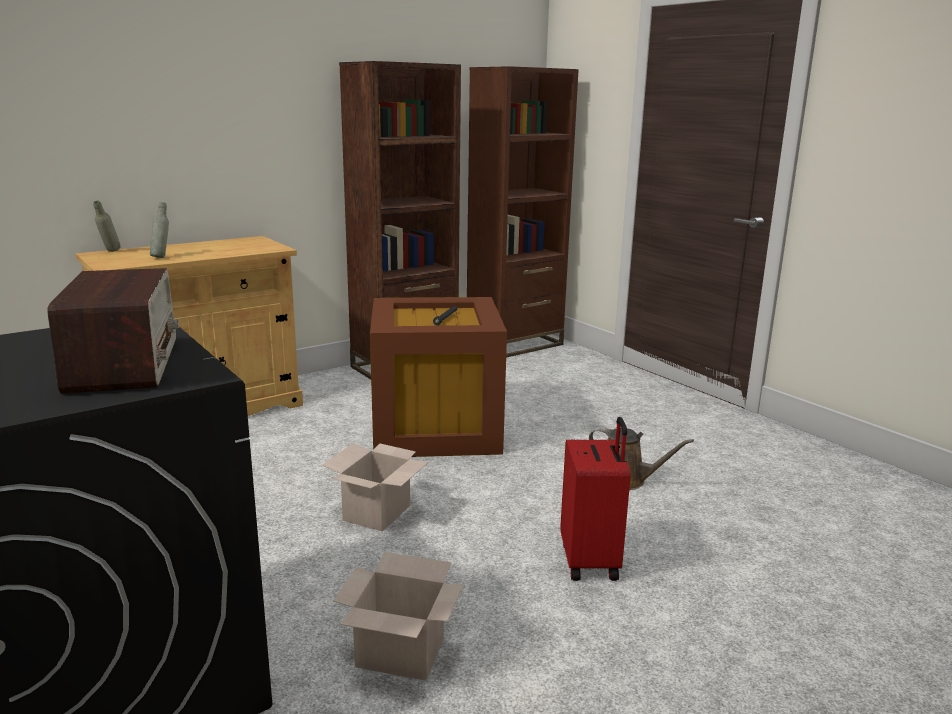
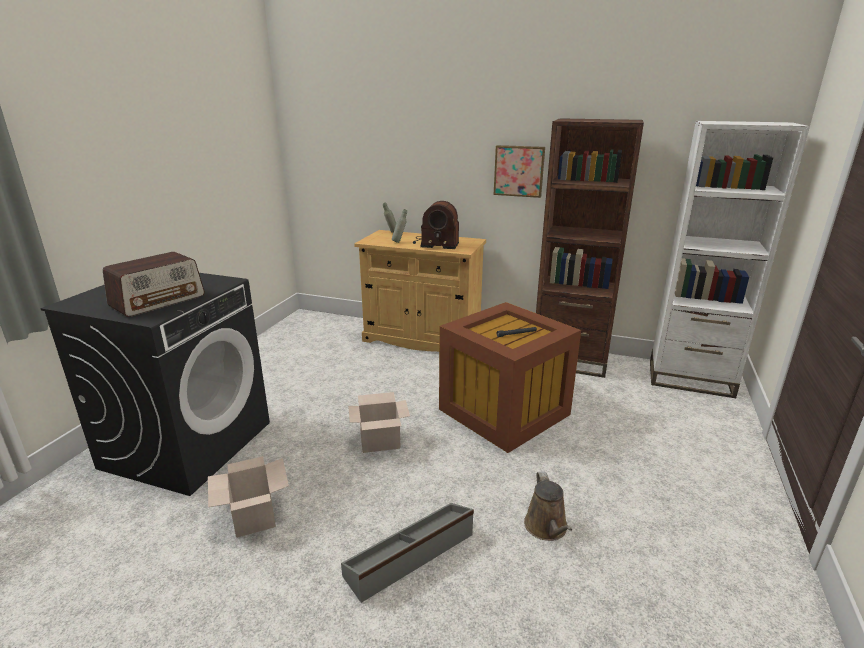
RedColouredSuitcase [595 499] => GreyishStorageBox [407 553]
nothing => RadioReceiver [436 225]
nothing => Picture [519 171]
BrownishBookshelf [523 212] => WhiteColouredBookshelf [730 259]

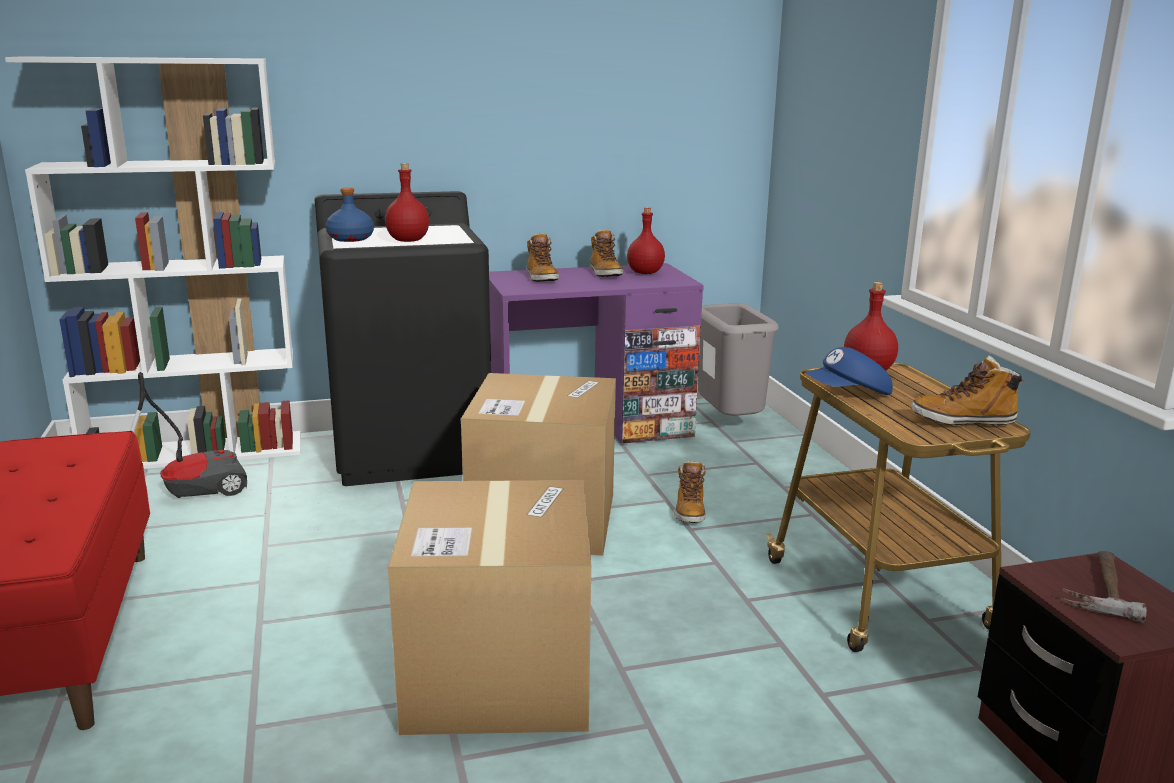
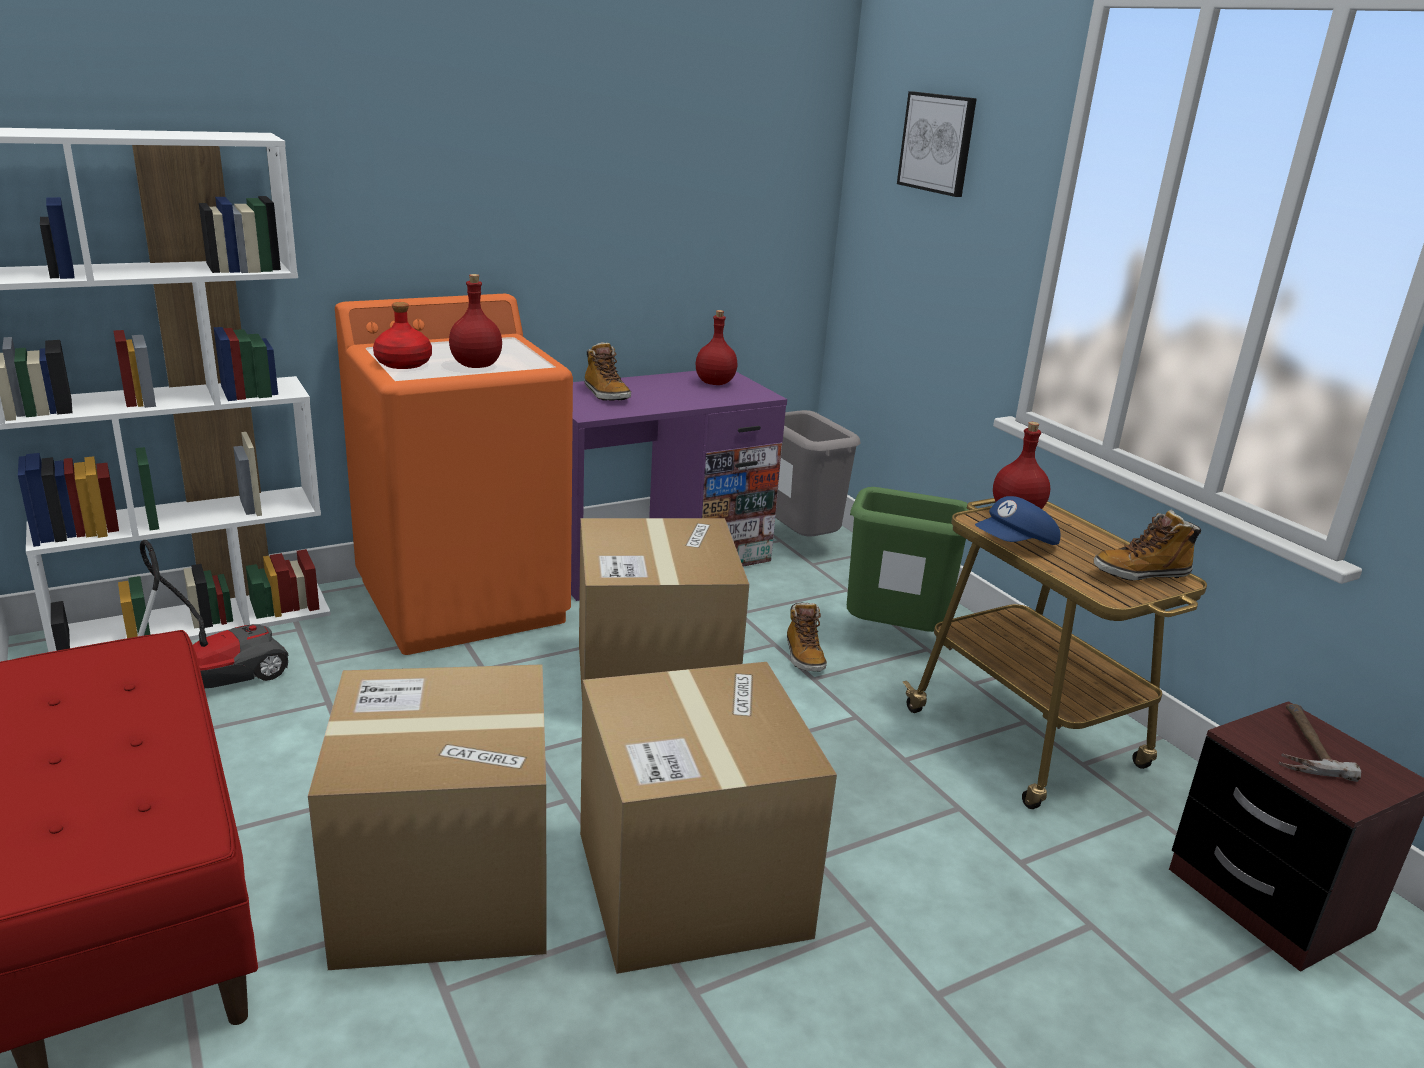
nothing => PackingBox [427 817]
BlackColouredLaundryMachine [402 338] => OrangeyLaundryMachine [454 474]
BluishDrinkBottle [350 214] => RedColouredDrinkBottle [402 335]
nothing => GreenWasteBin [907 559]
nothing => Picture [937 144]
Boot [607 253] => nothing

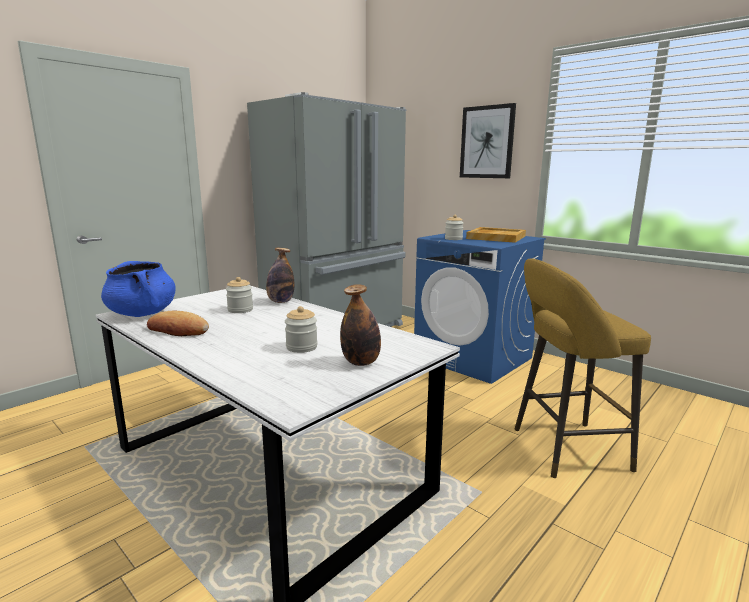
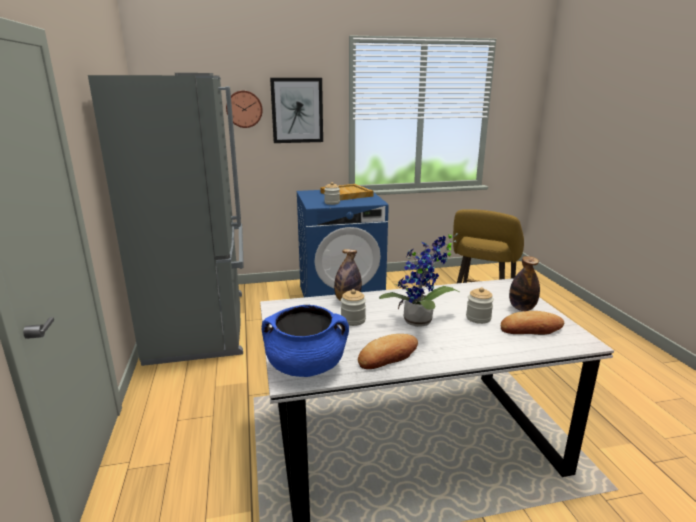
nothing => WallClock [244 109]
nothing => PlantInAPot [419 280]
nothing => BakeryBread [532 323]

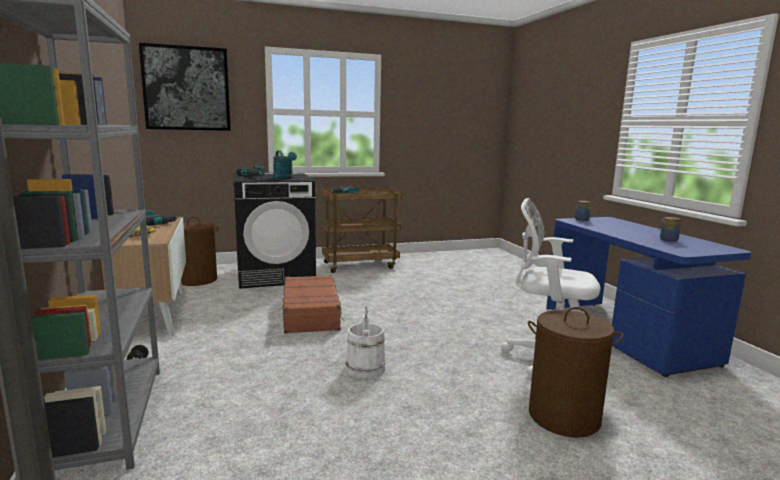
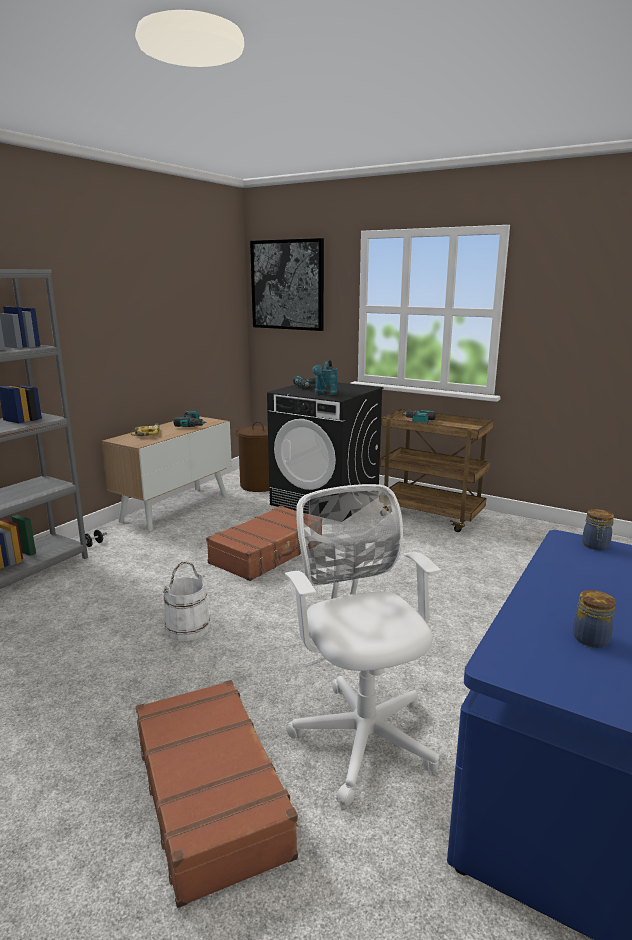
BrownishHamper [575 372] => BrownishSuitcase [217 794]

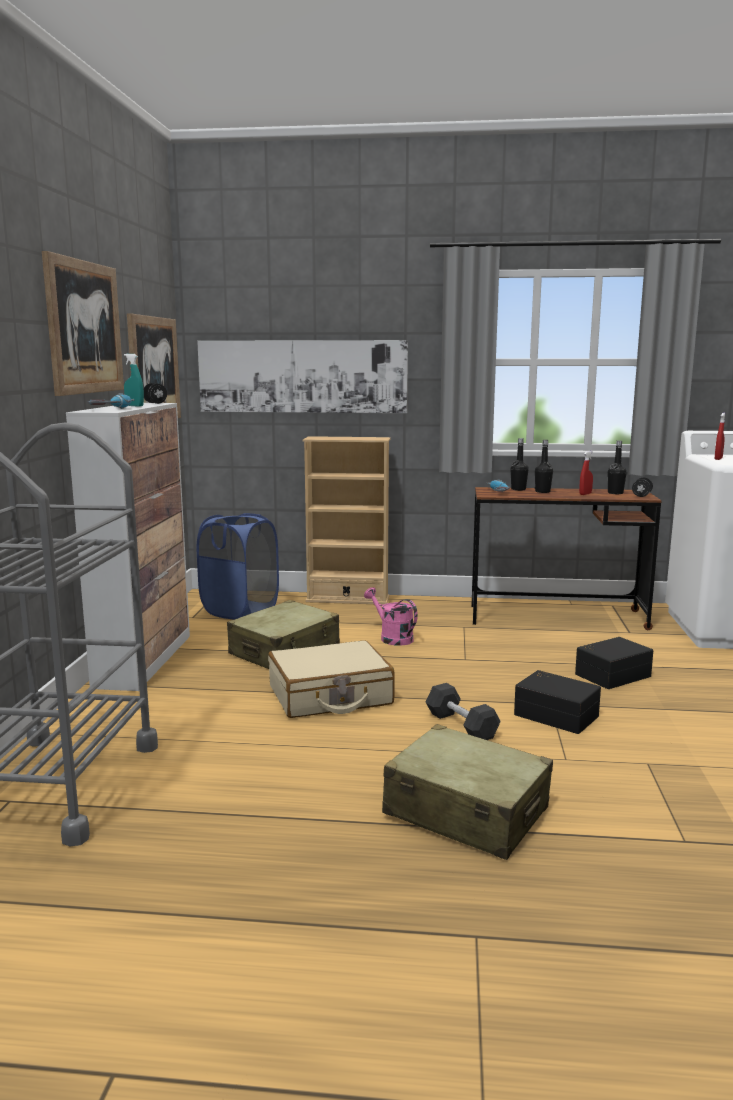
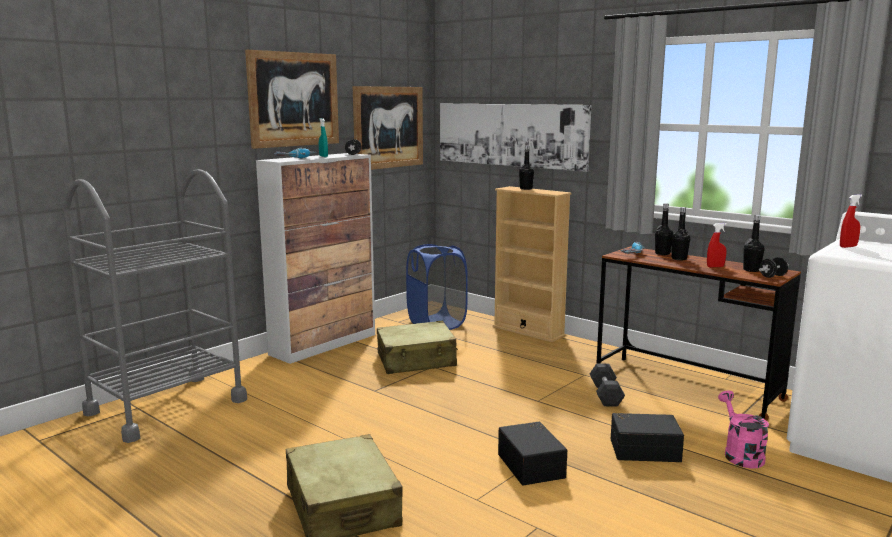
nothing => BlackColouredDrinkBottle [526 168]
BlackColouredFreeWeight [463 711] => BlackColouredFreeWeight [607 385], moved
PinkColouredSprinklingCan [391 616] => PinkColouredSprinklingCan [743 429], moved
BeigeColouredSuitcase [331 679] => nothing

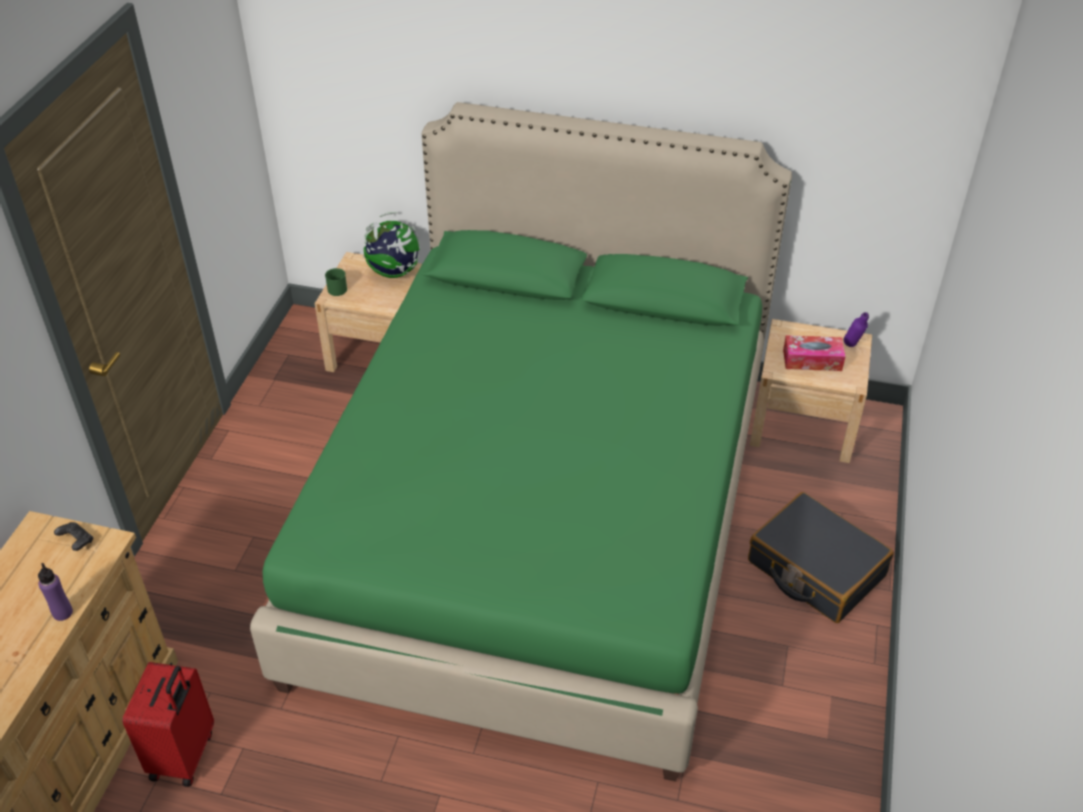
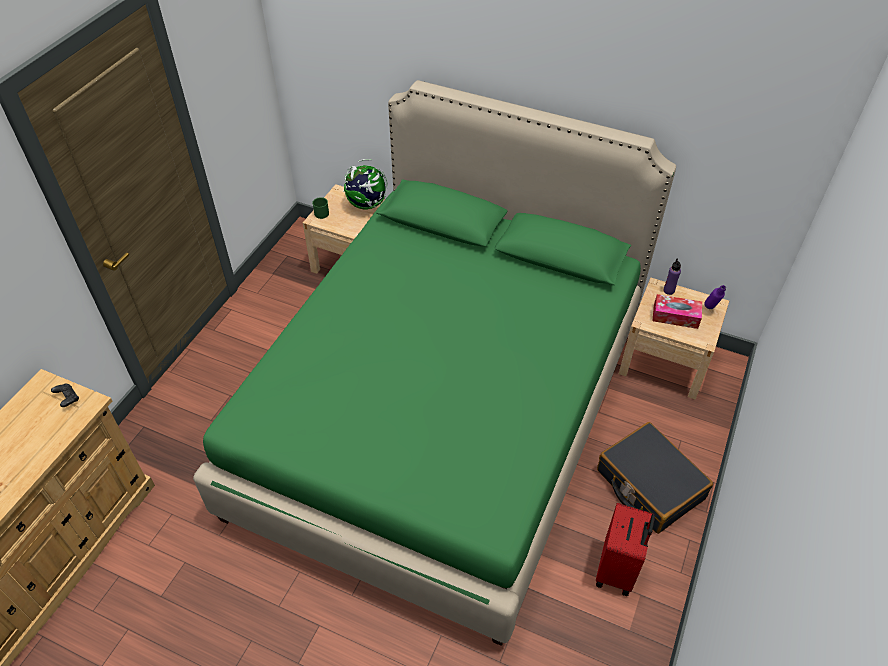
RedColouredSuitcase [168 724] => RedColouredSuitcase [625 549], moved
PurplishDrinkBottle [55 592] => PurplishDrinkBottle [672 276], moved

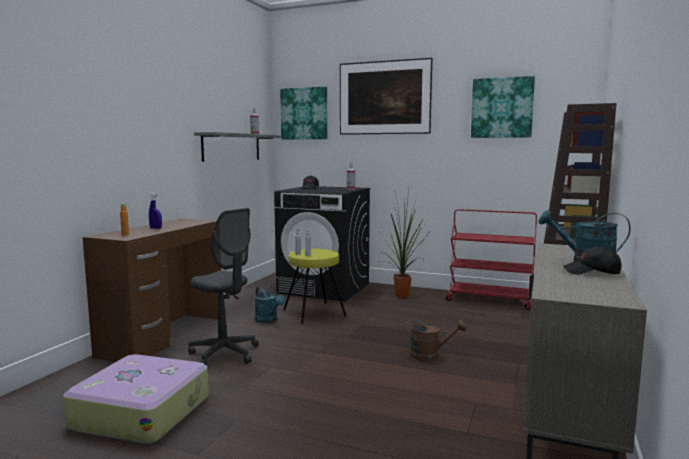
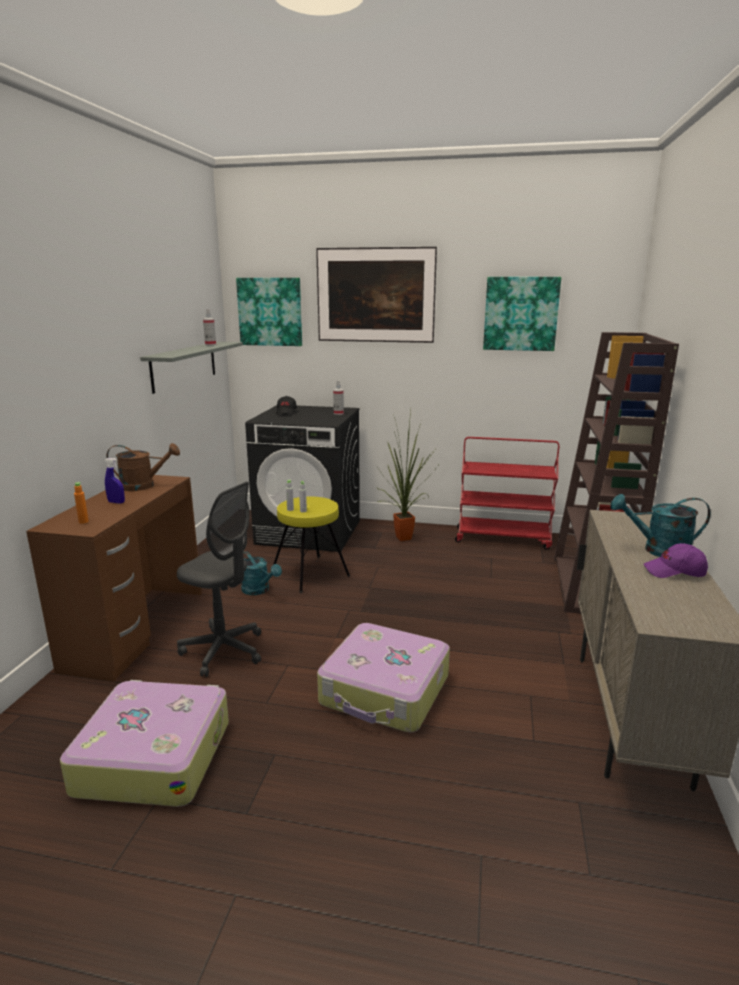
BrownishSprinklingCan [434 340] => BrownishSprinklingCan [143 467], moved
nothing => Suitcase [383 677]
BlackColouredBaseballCap [592 261] => PurplishBaseballCap [676 560]

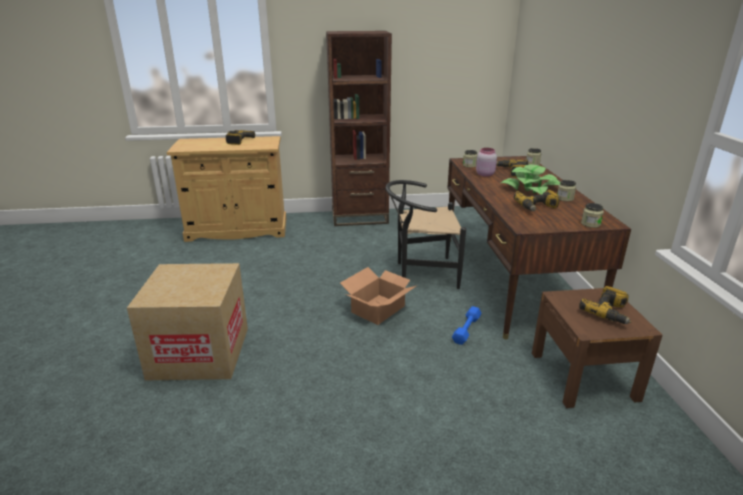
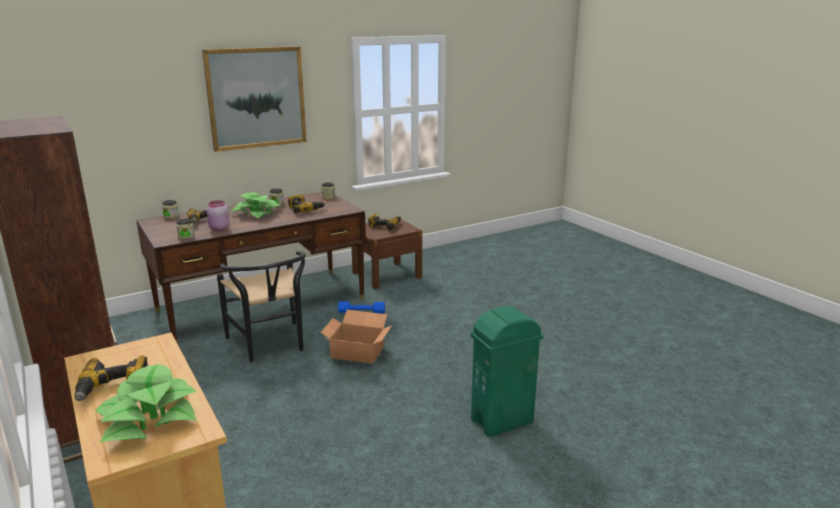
nothing => PlantInAPot [146 403]
nothing => Picture [254 99]
PackingBox [187 322] => GreenWasteBin [507 371]

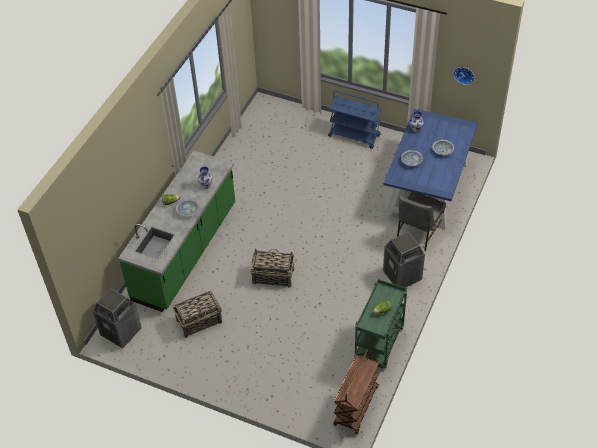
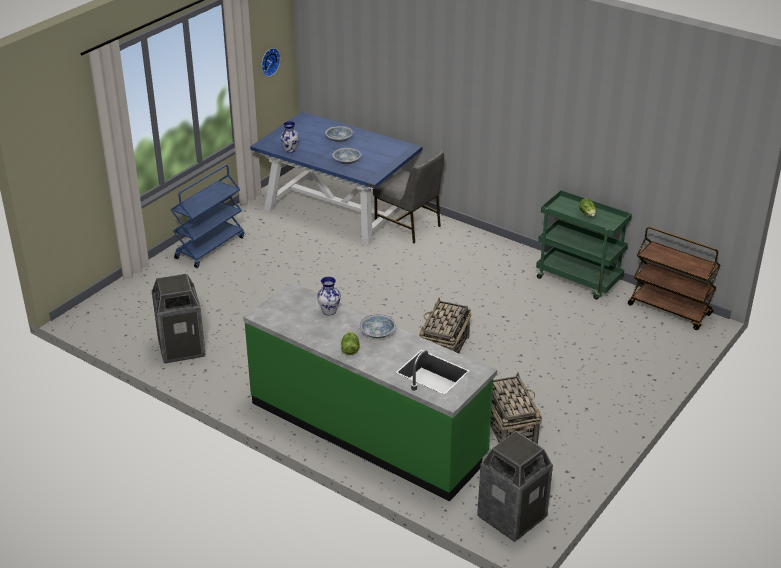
WasteBin [404 260] => WasteBin [179 319], moved

